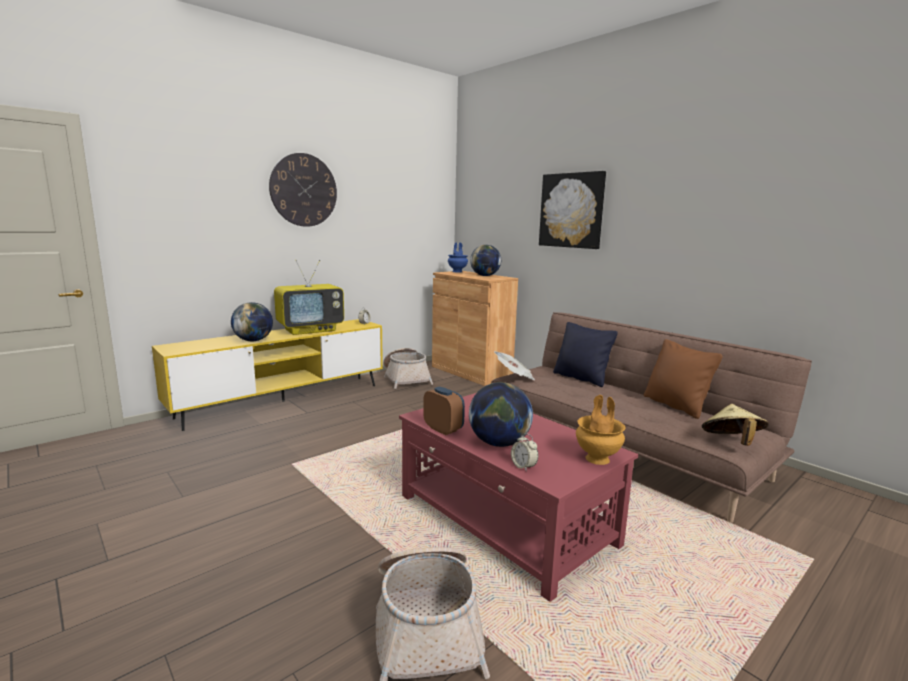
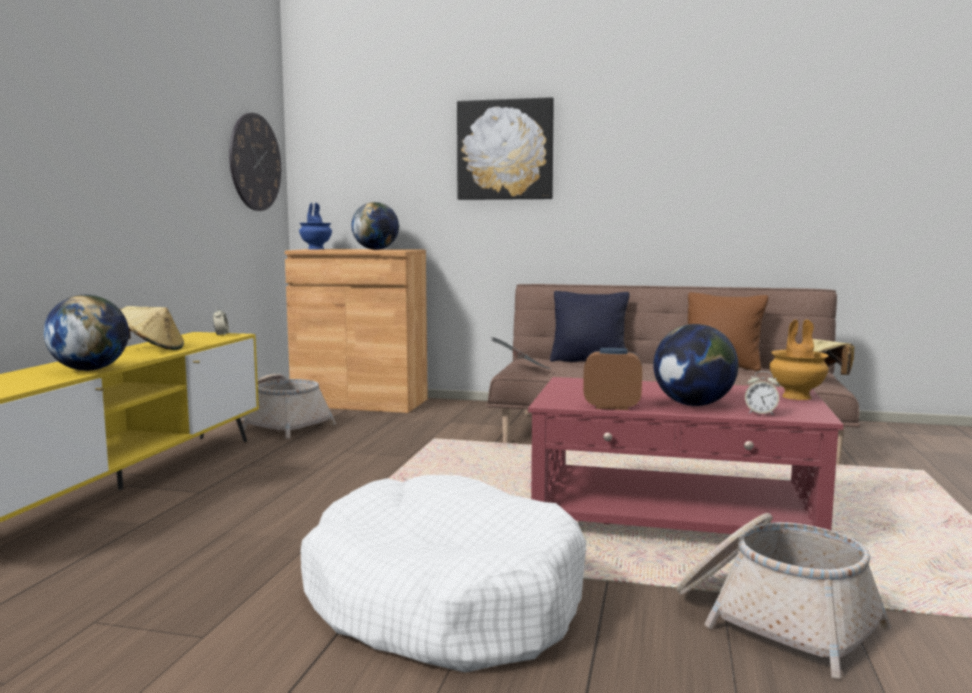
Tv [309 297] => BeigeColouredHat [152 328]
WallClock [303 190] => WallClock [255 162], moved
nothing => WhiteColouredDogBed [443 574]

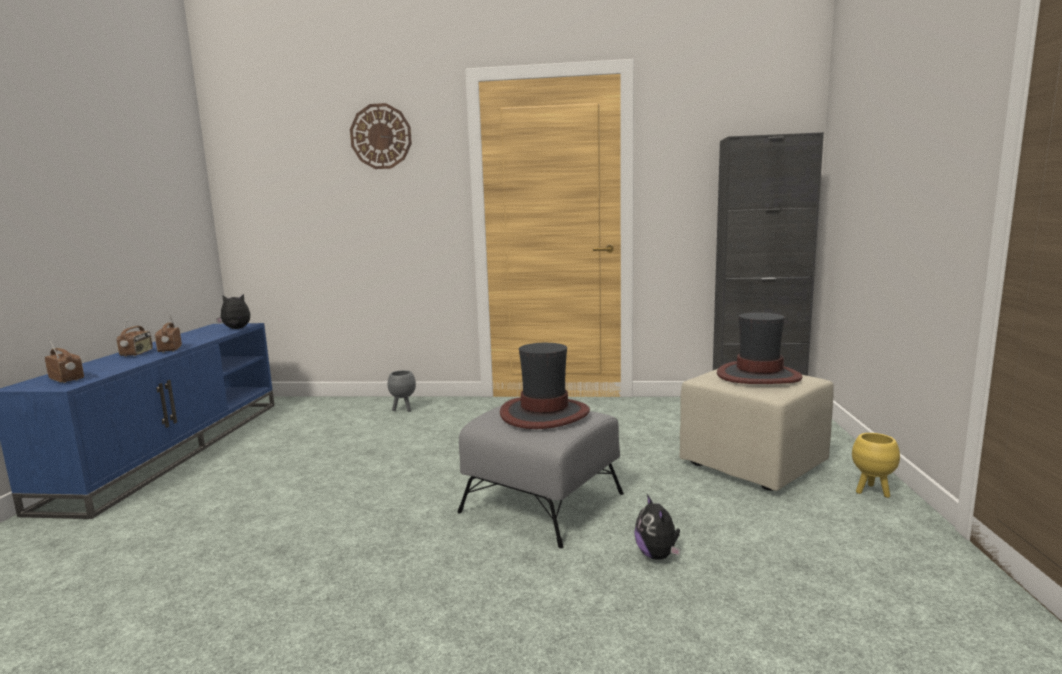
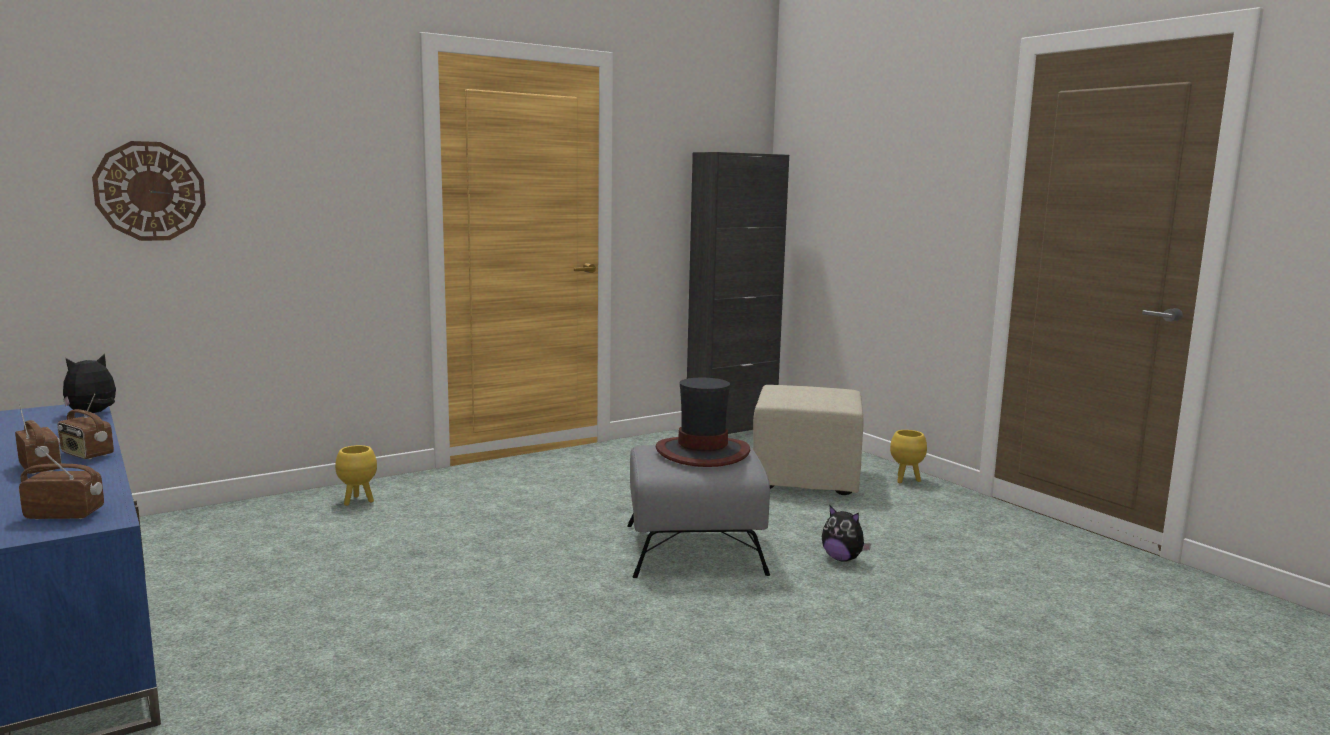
WallClock [381 136] => WallClock [149 191], moved
GreyishFlowerPot [402 391] => YellowColouredFlowerPot [356 475]
Hat [759 348] => nothing

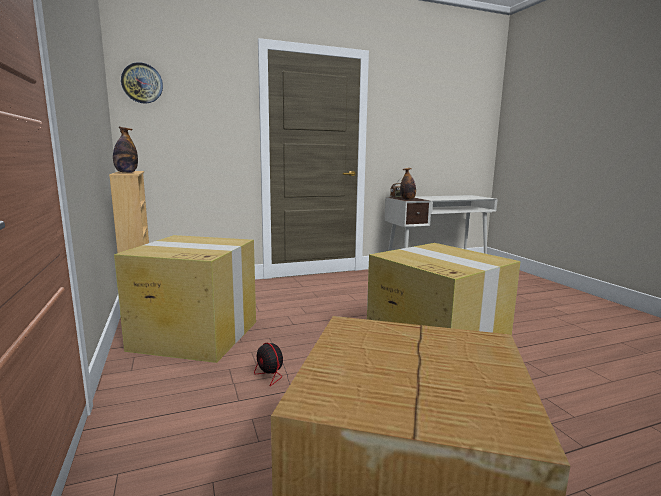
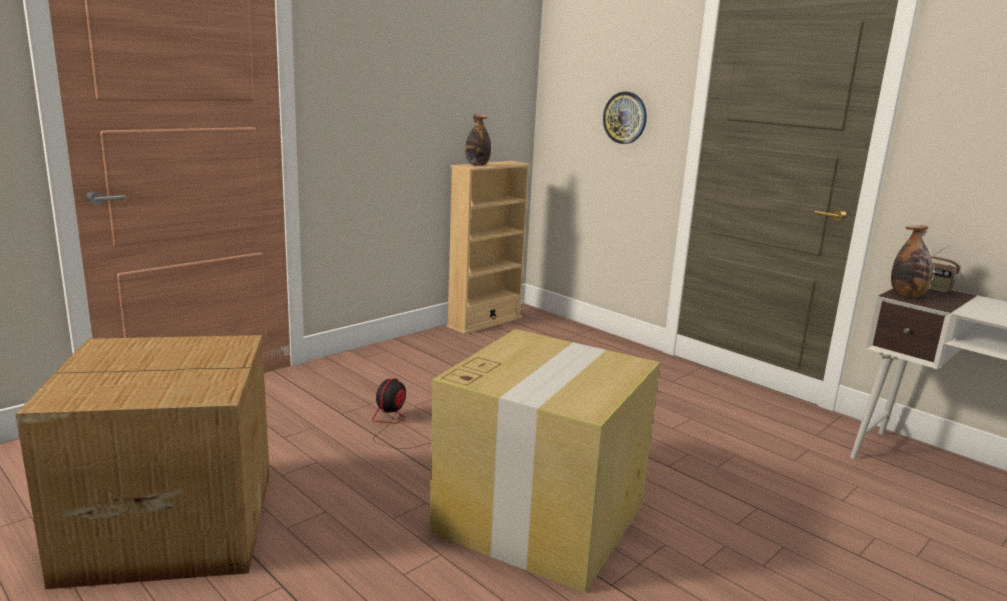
WallClock [142 82] => WallClock [625 118], moved
PackingBox [185 299] => nothing

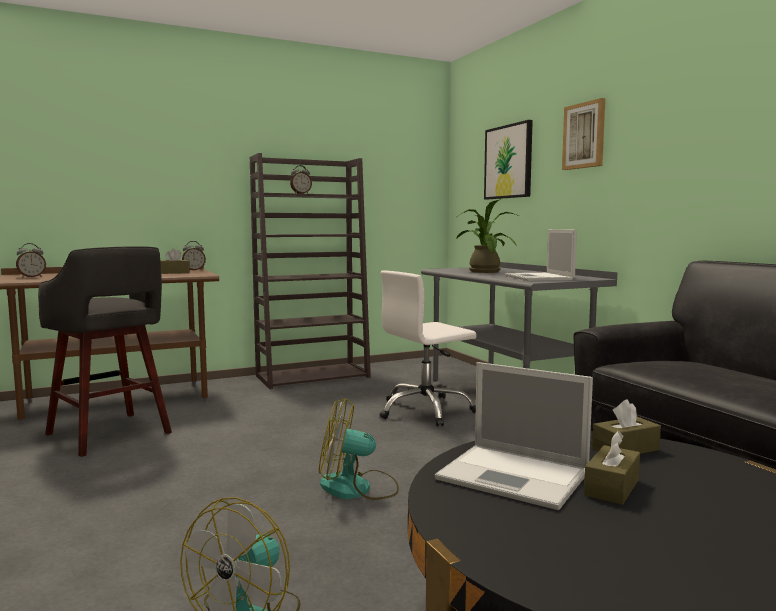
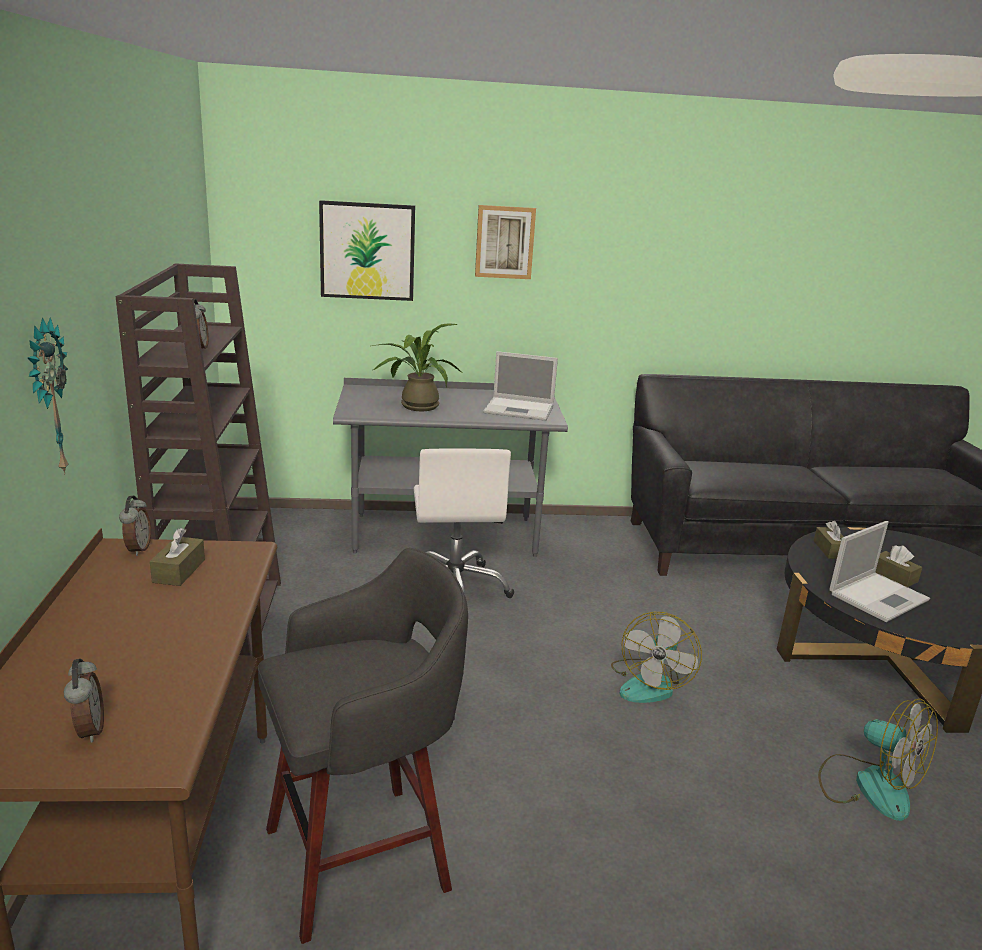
nothing => WallClock [47 396]

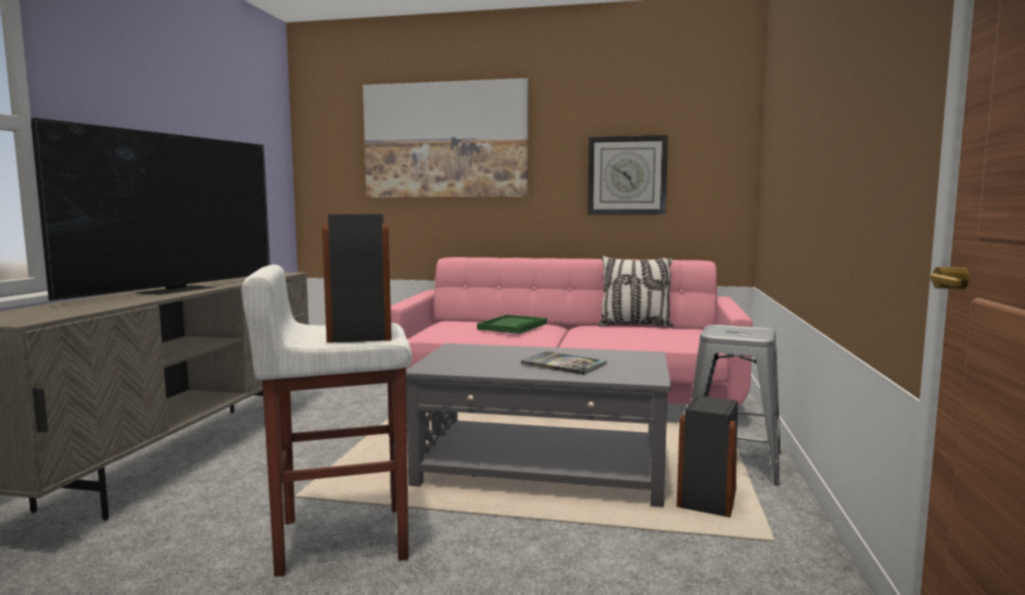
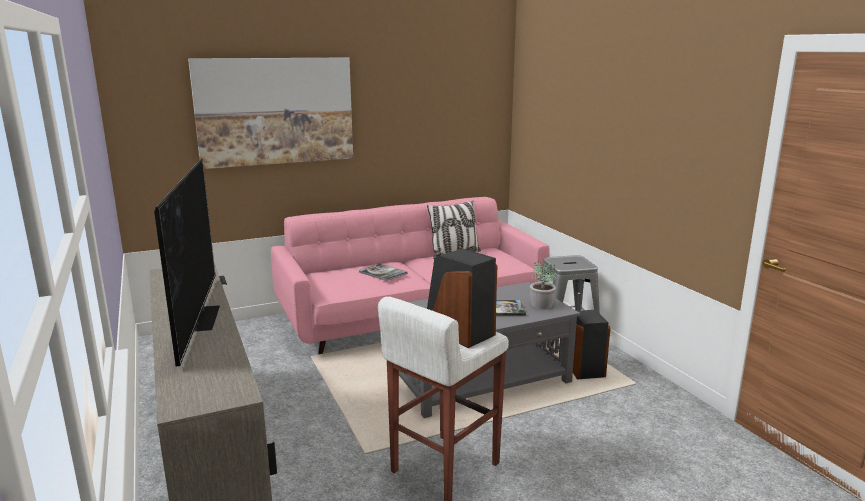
GreenServingTray [512 324] => Book [383 272]
nothing => PlantInAPot [543 285]
WallClock [628 175] => nothing

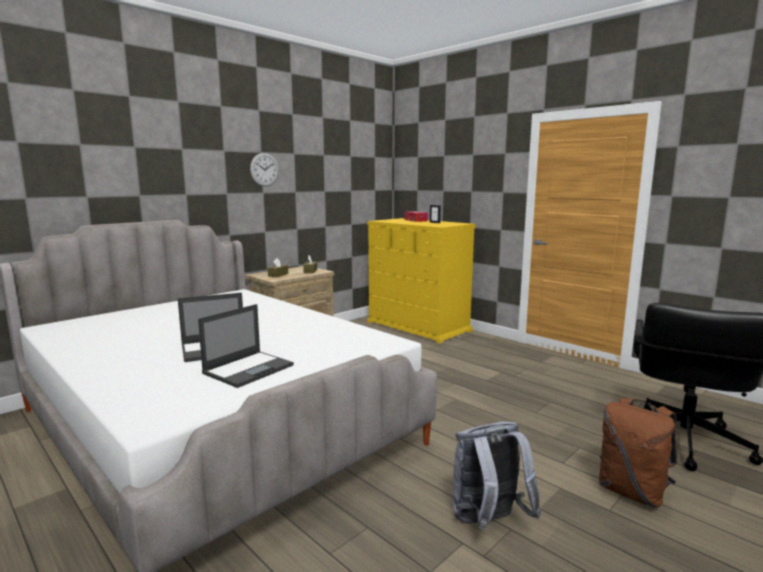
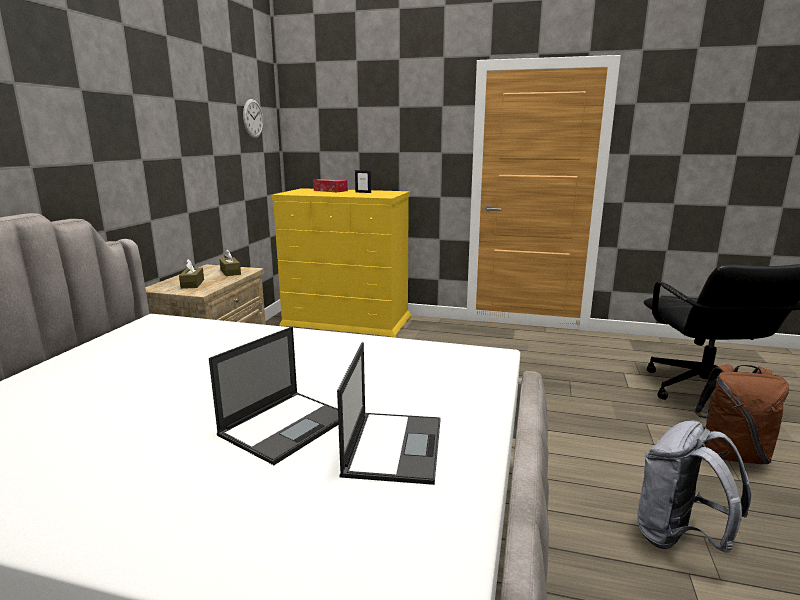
WallClock [264 170] => WallClock [253 118], moved

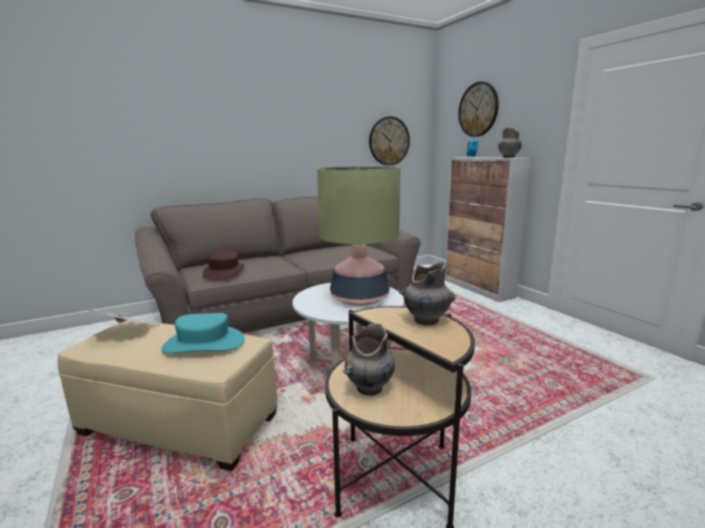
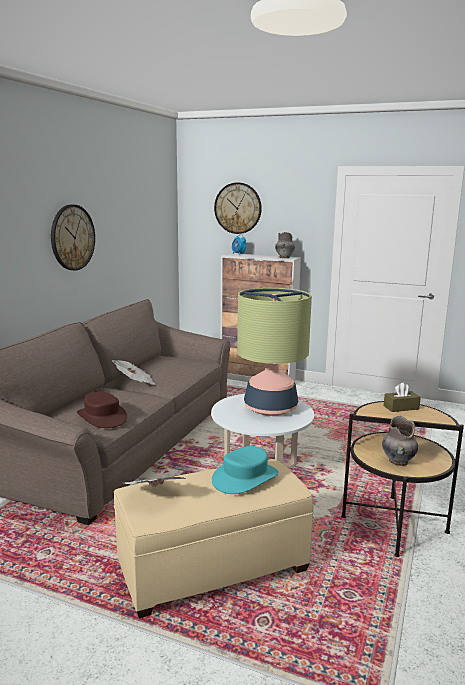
WallClock [389 141] => WallClock [73 237], moved
nothing => Newspaper [134 372]
GreyishDecorativeVase [427 293] => BrownishTissueHolder [402 397]

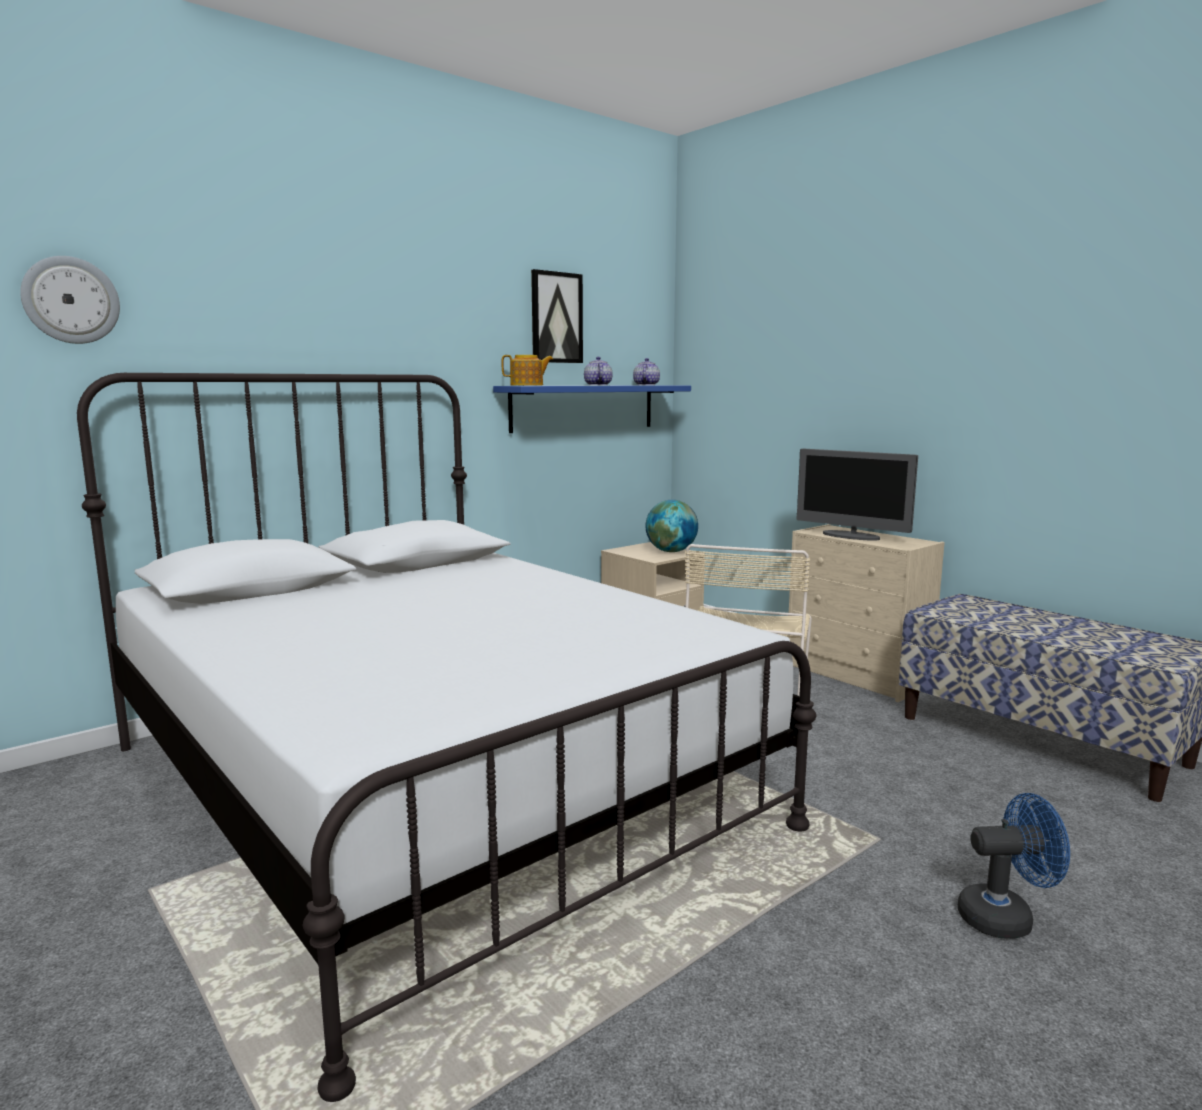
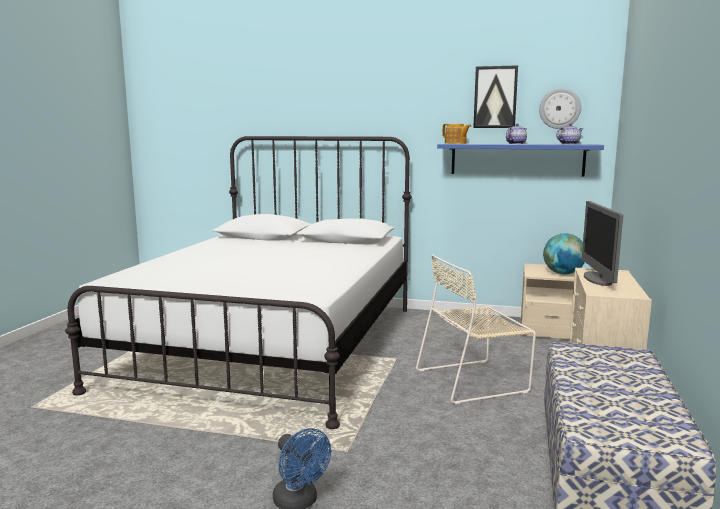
WallClock [70 300] => WallClock [560 108], moved

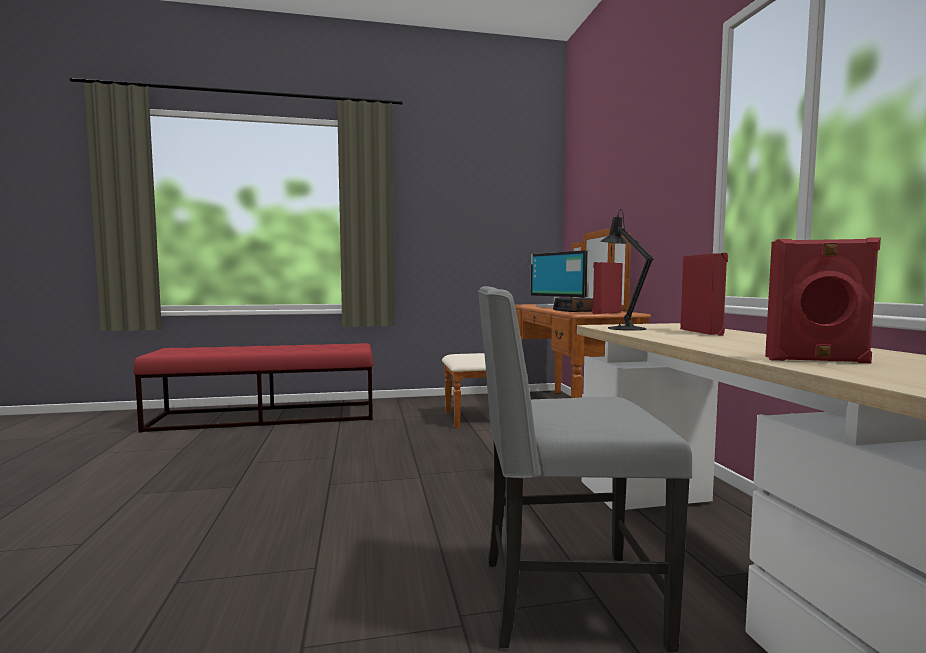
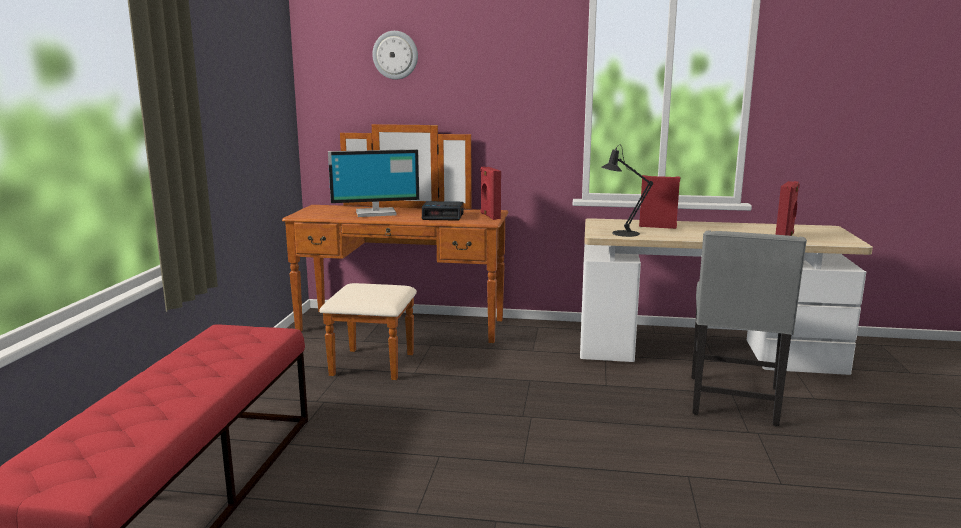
nothing => WallClock [395 55]

